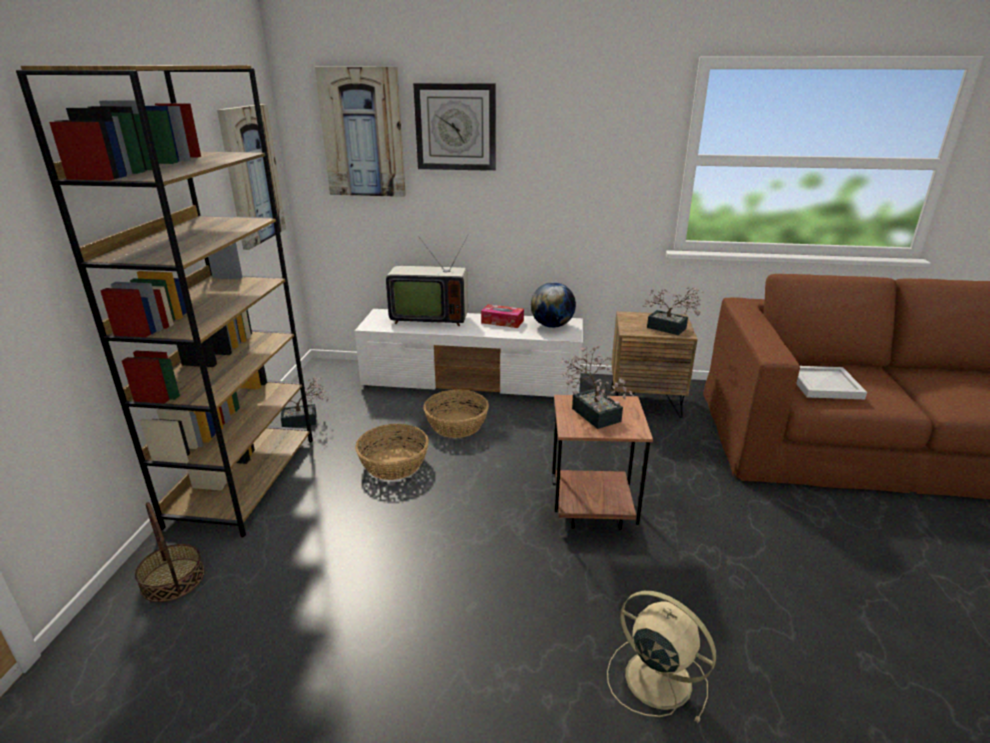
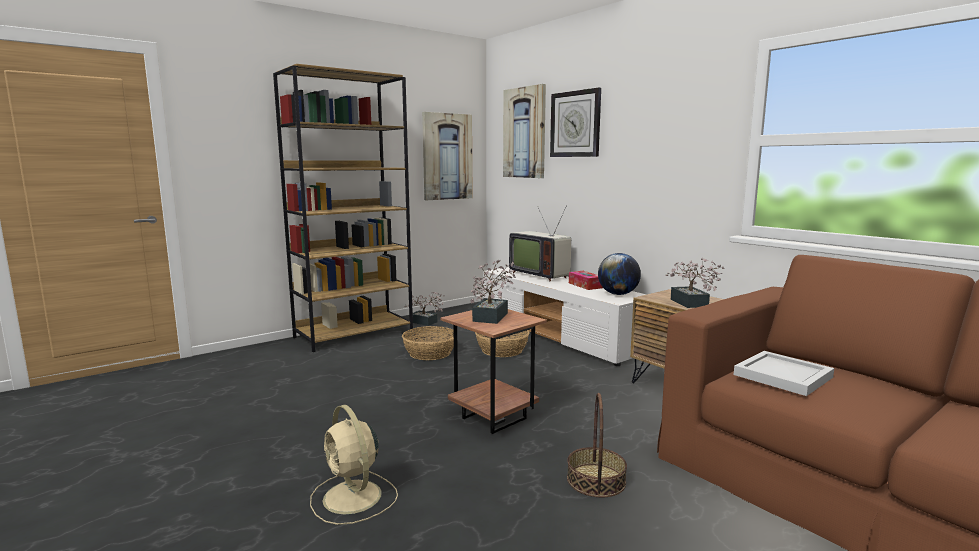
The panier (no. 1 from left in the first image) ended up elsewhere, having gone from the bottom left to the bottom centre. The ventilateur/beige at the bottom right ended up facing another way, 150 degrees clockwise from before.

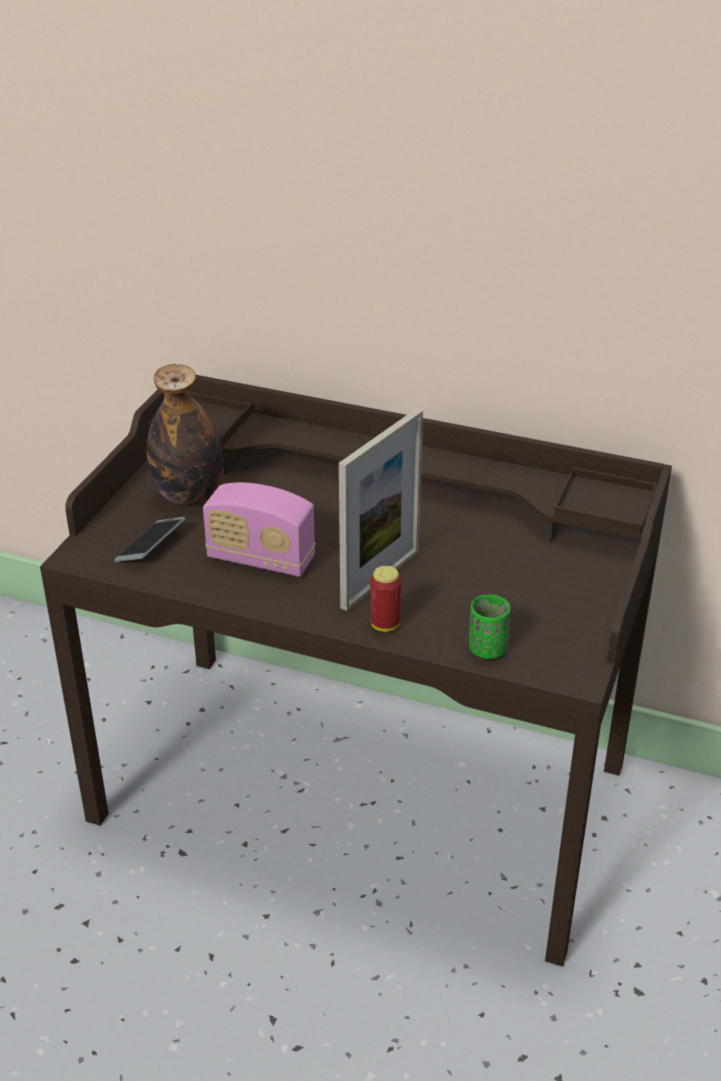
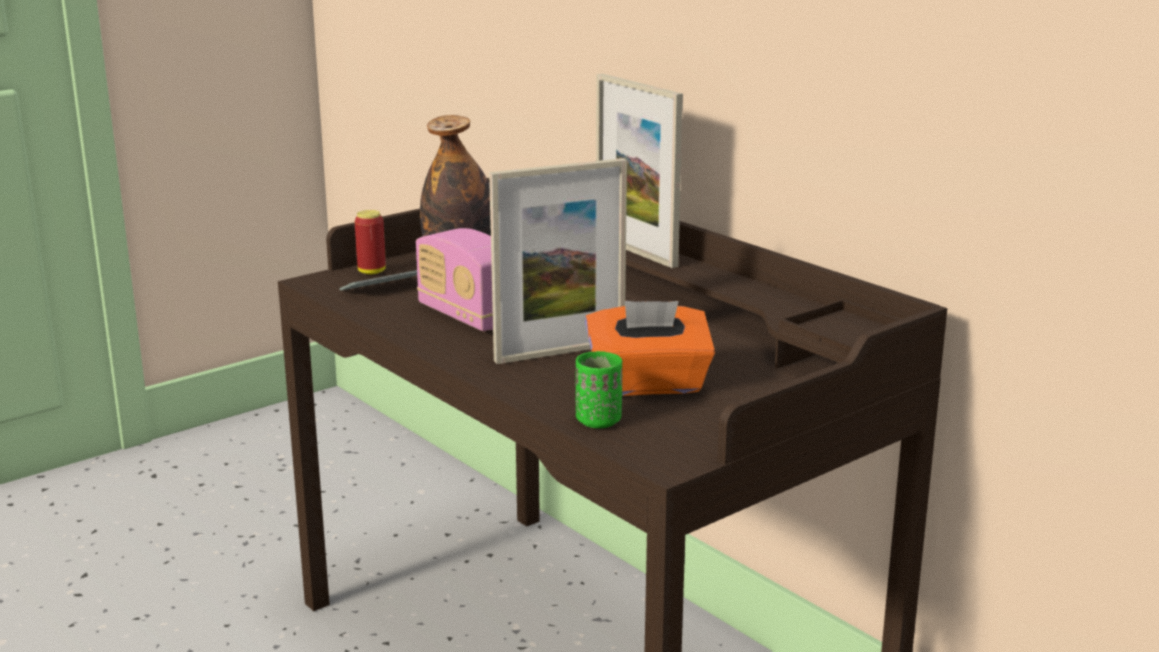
The second view gained the boîte à mouchoirs/orange at the centre. The second view gained the cadre photo (no. 2 from left) at the top centre. The boîte métallique ended up elsewhere, having gone from the centre to the middle left.

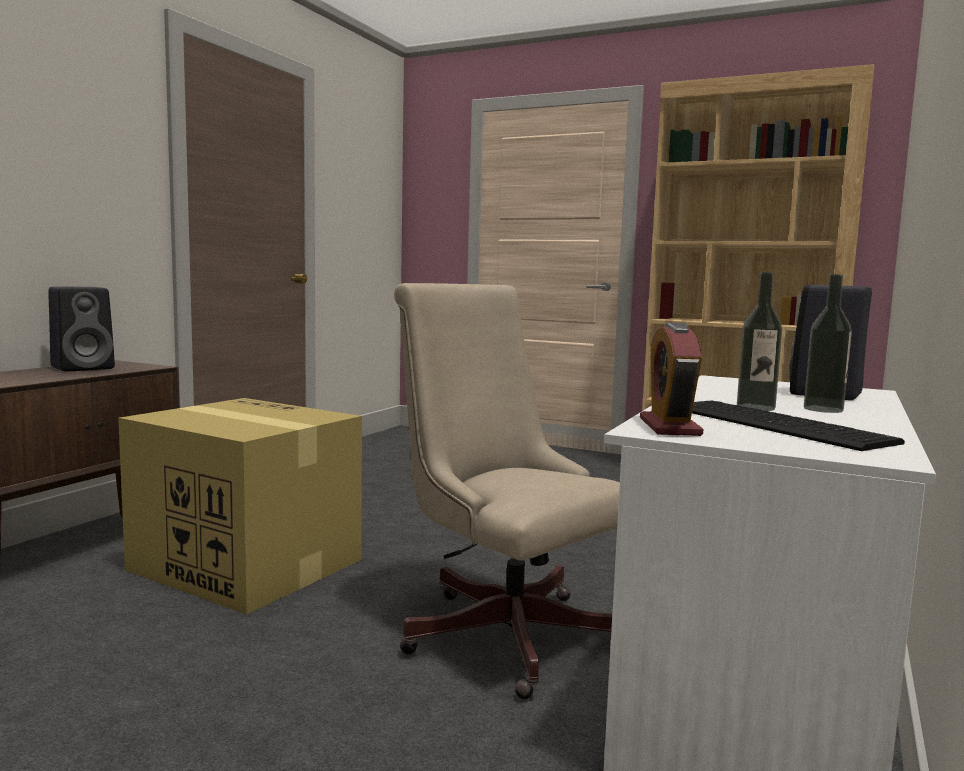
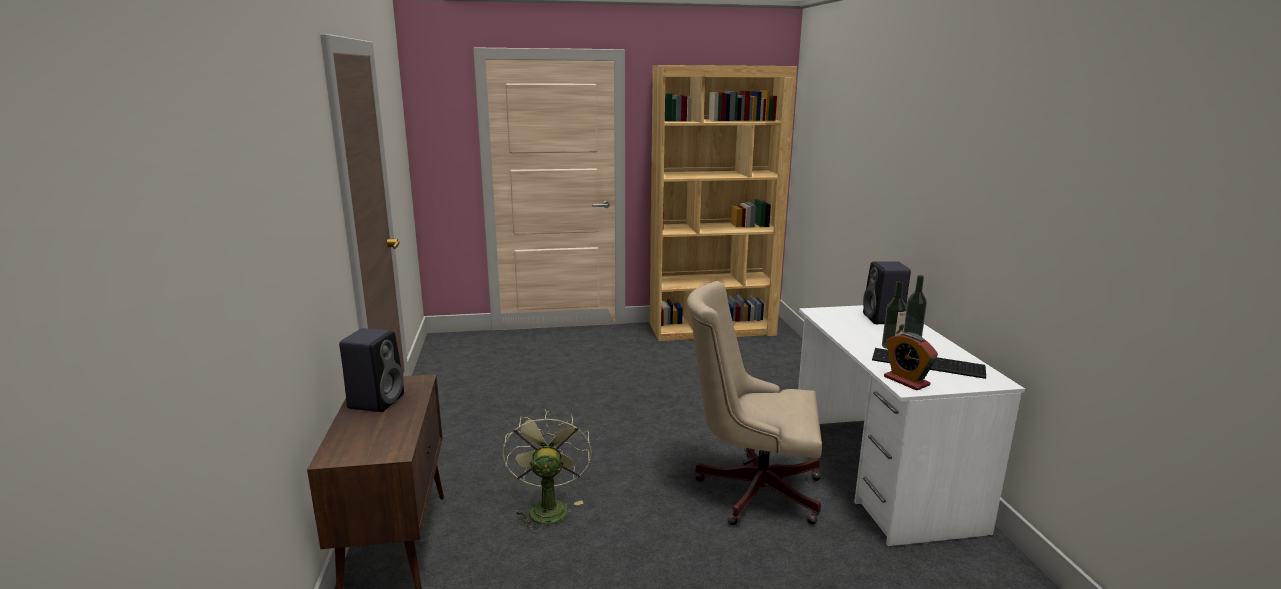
Where the carton stood at the middle left, the ventilateur/vert came to stand at the bottom centre.

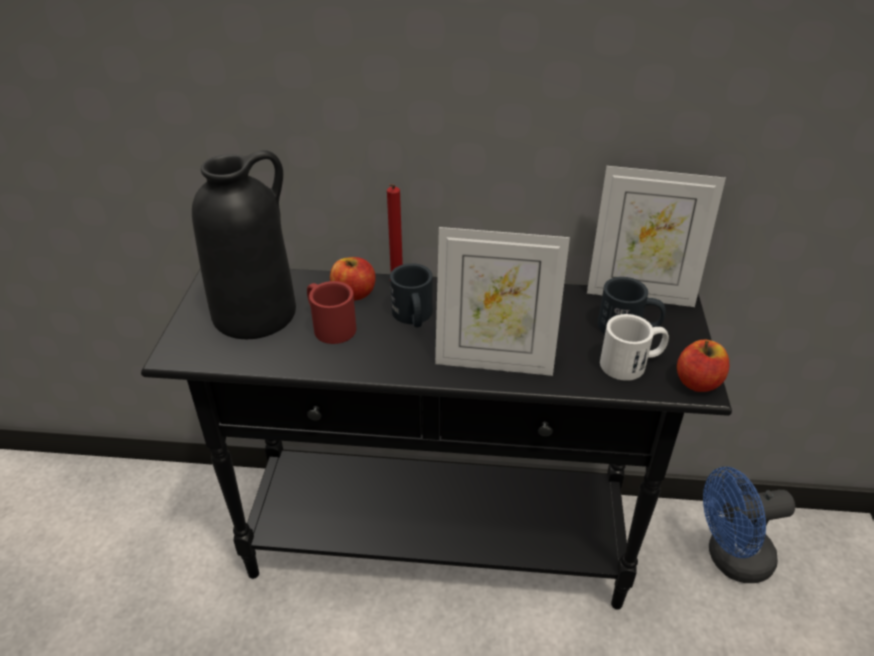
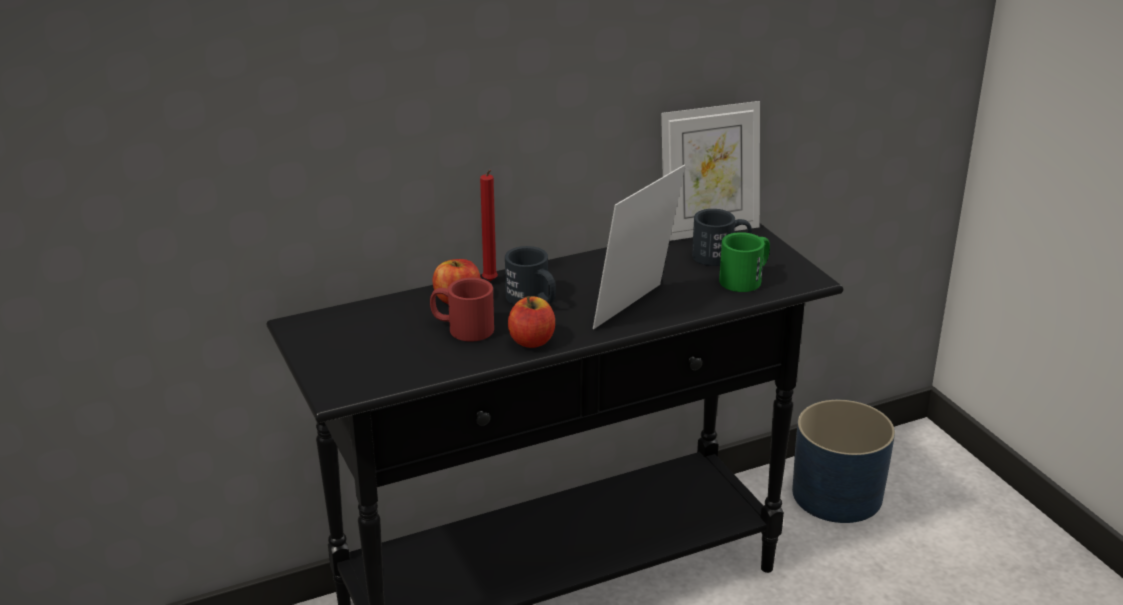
The second view lost the vase/noir at the middle left. The pomme (no. 2 from left) ended up elsewhere, having gone from the middle right to the centre. Where the ventilateur/bleu stood at the bottom right, the cache-pot/bleu came to stand at the bottom right. What was the mug/blanc at the middle right turned into the mug/vert at the centre. The cadre photo (no. 1 from left) at the centre ended up facing another way, 150 degrees clockwise from before.

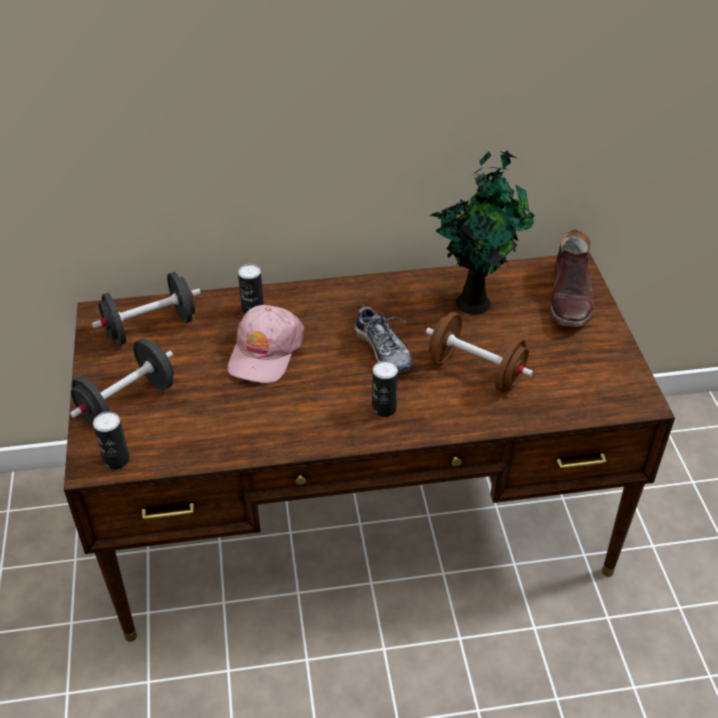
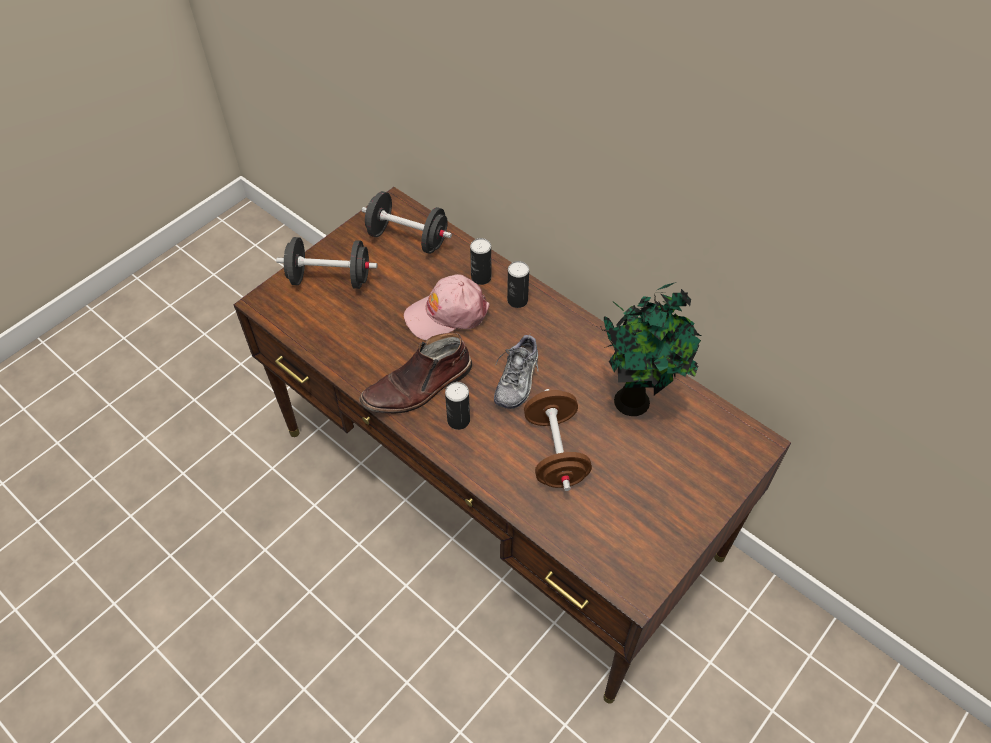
The boîte métallique (no. 1 from left in the first image) ended up elsewhere, having gone from the middle left to the centre. The botte/marron ended up elsewhere, having gone from the middle right to the centre.

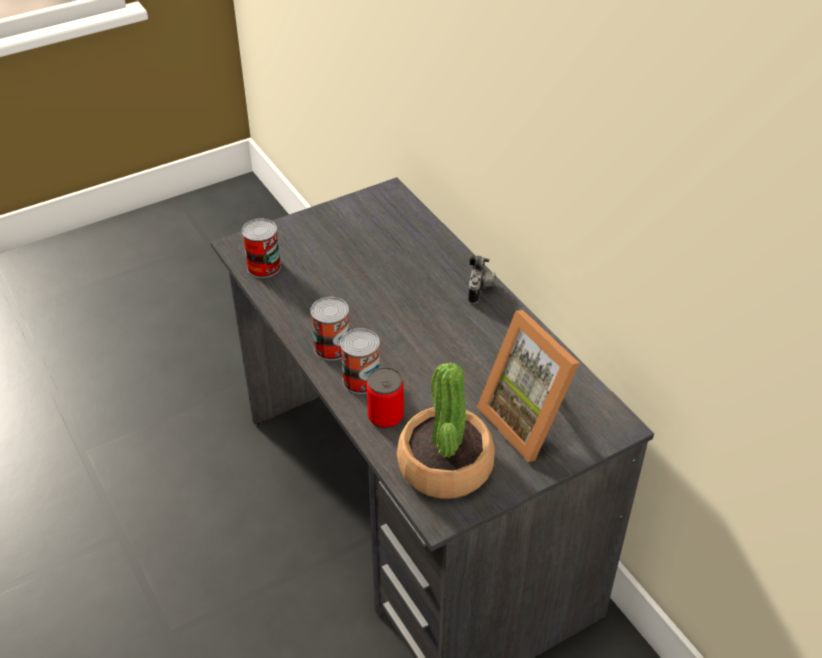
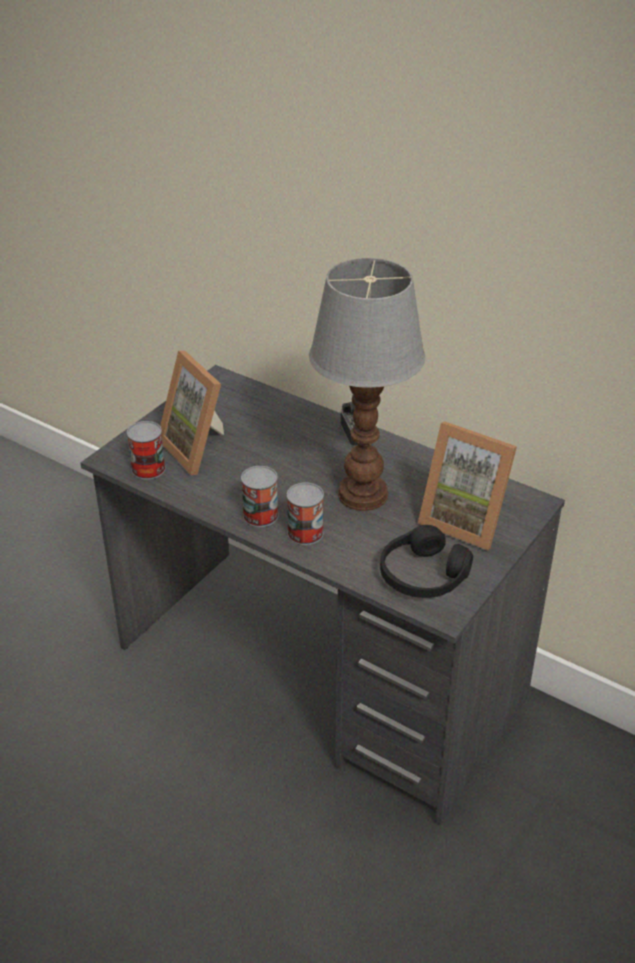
The second view lost the boîte métallique (no. 4 from left) at the centre. The second view gained the cadre photo (no. 1 from left) at the middle left. The second view gained the lampe de table at the centre. Where the plante en pot stood at the centre, the casque audio/noir came to stand at the middle right.

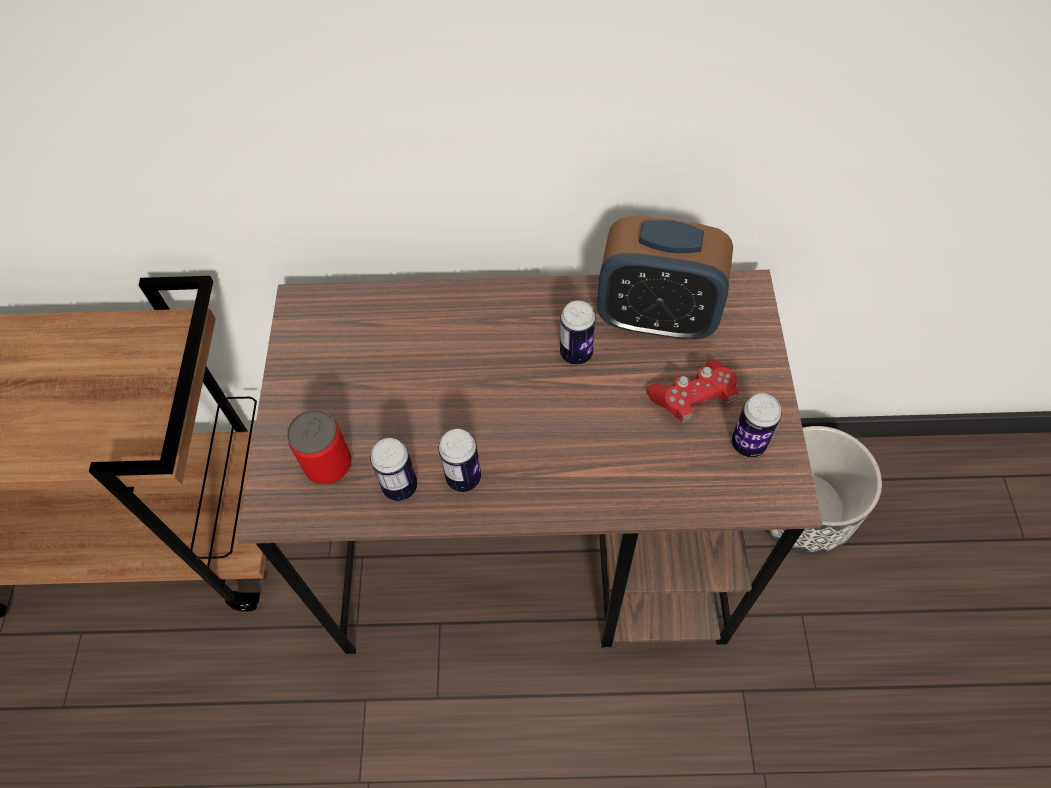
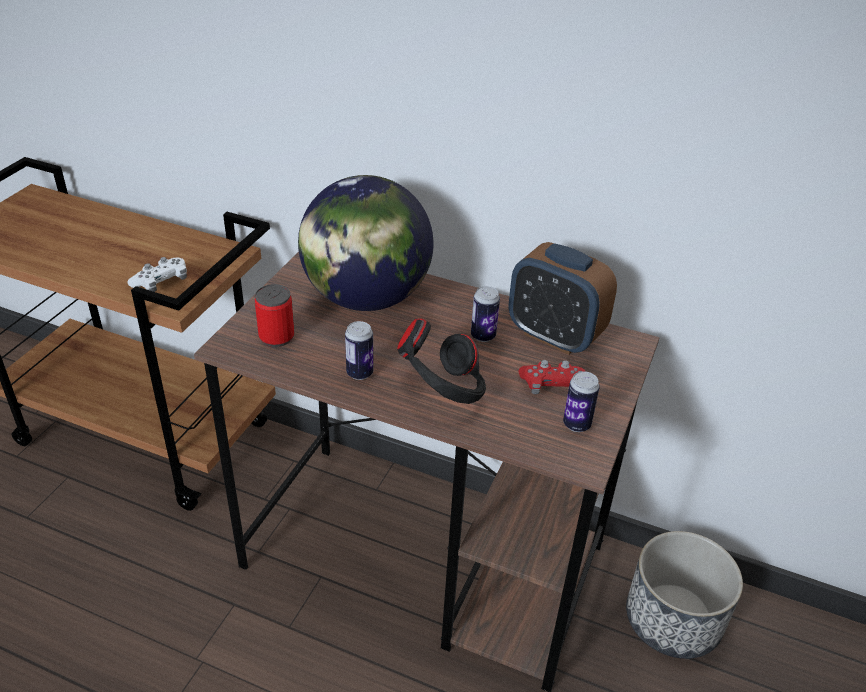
The second view lost the boîte métallique (no. 2 from left) at the centre. The second view gained the manette/blanc at the middle left. The second view gained the globe at the centre. The second view gained the casque audio/noir at the centre.

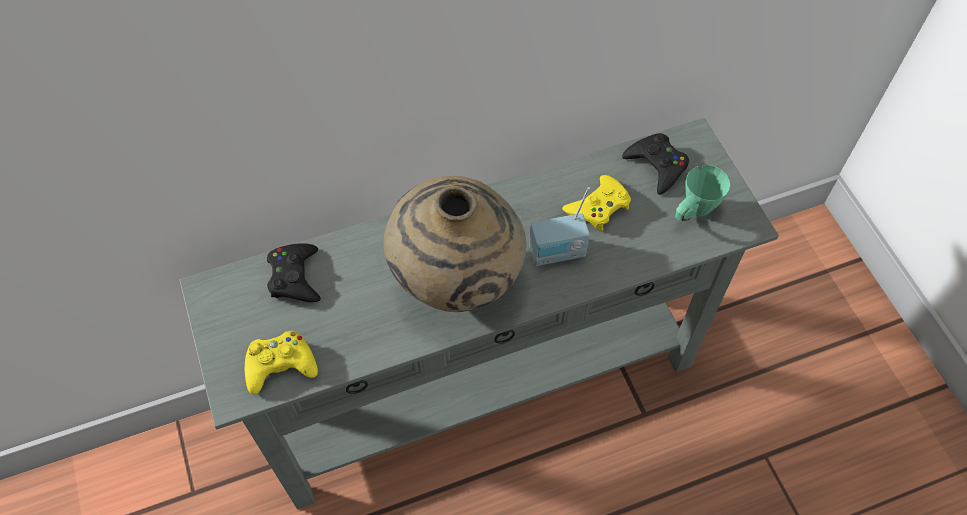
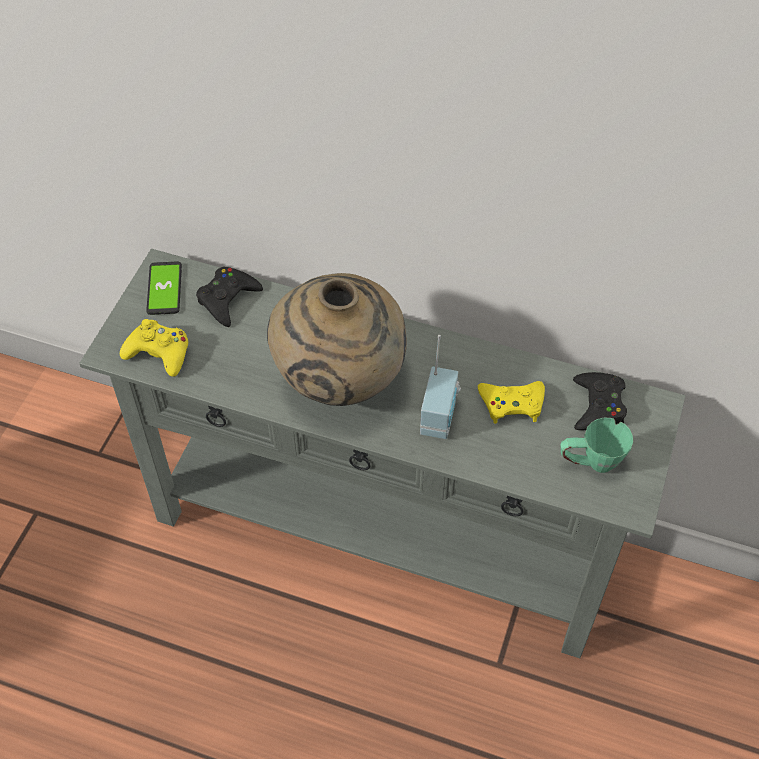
The second view gained the téléphone at the middle left. The radio at the centre ended up facing another way, 105 degrees counterclockwise from before.

